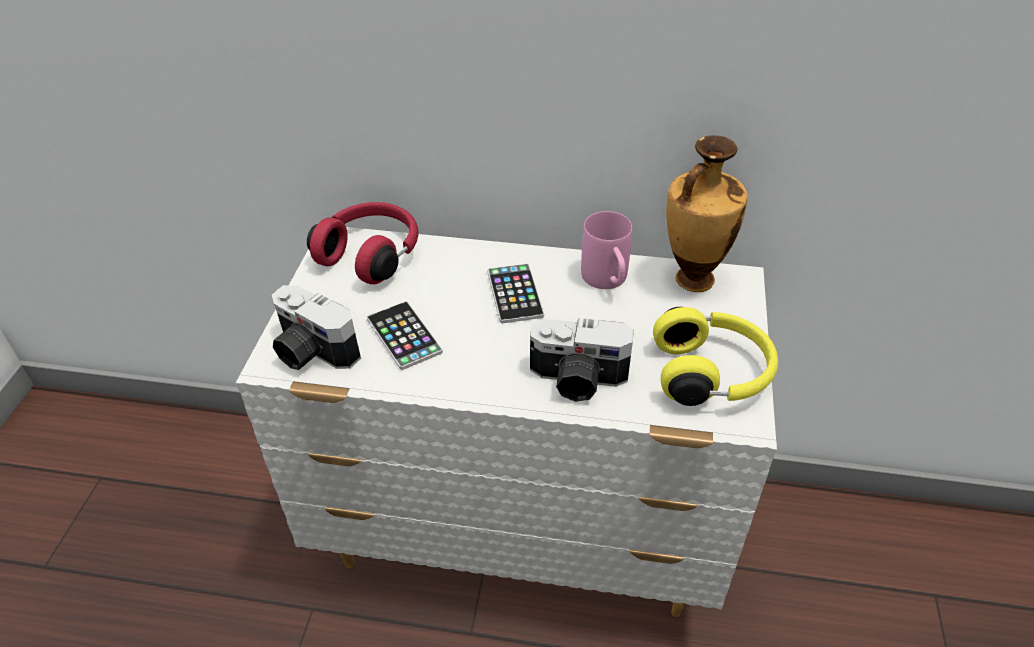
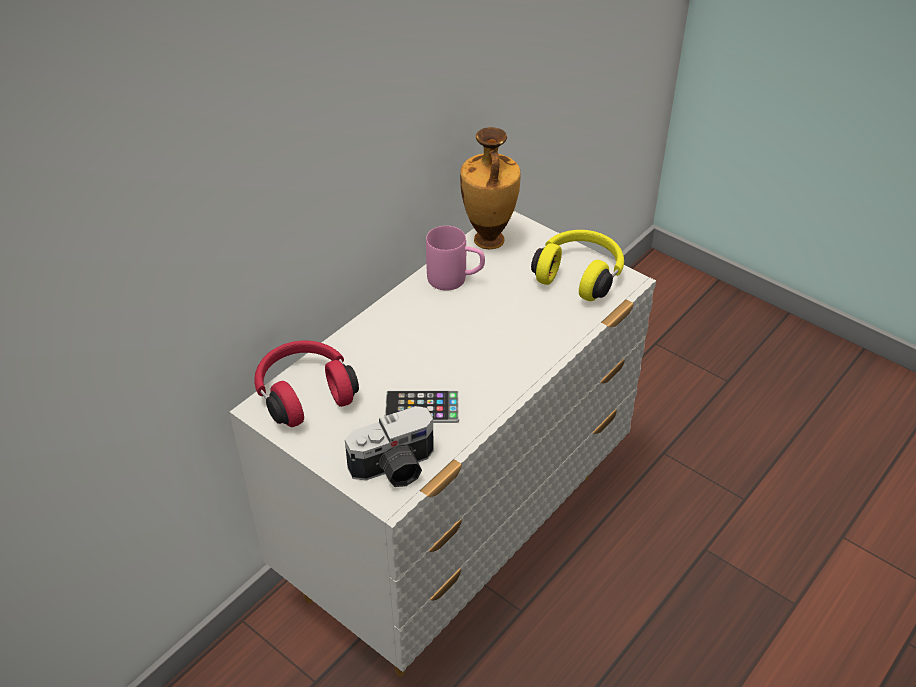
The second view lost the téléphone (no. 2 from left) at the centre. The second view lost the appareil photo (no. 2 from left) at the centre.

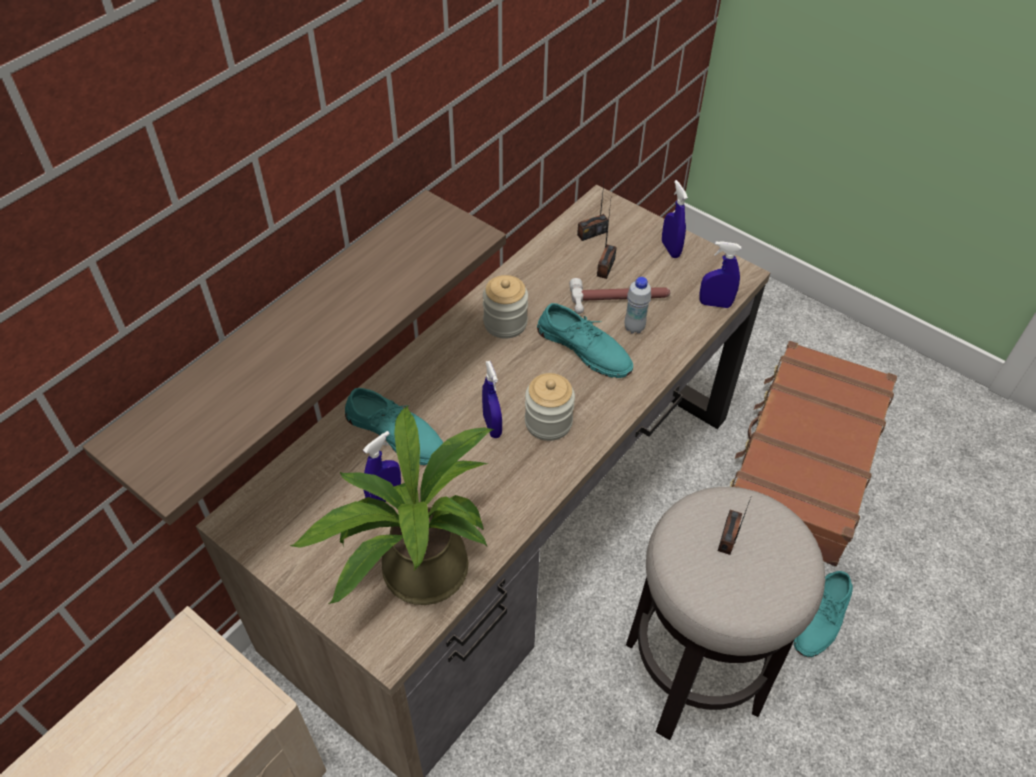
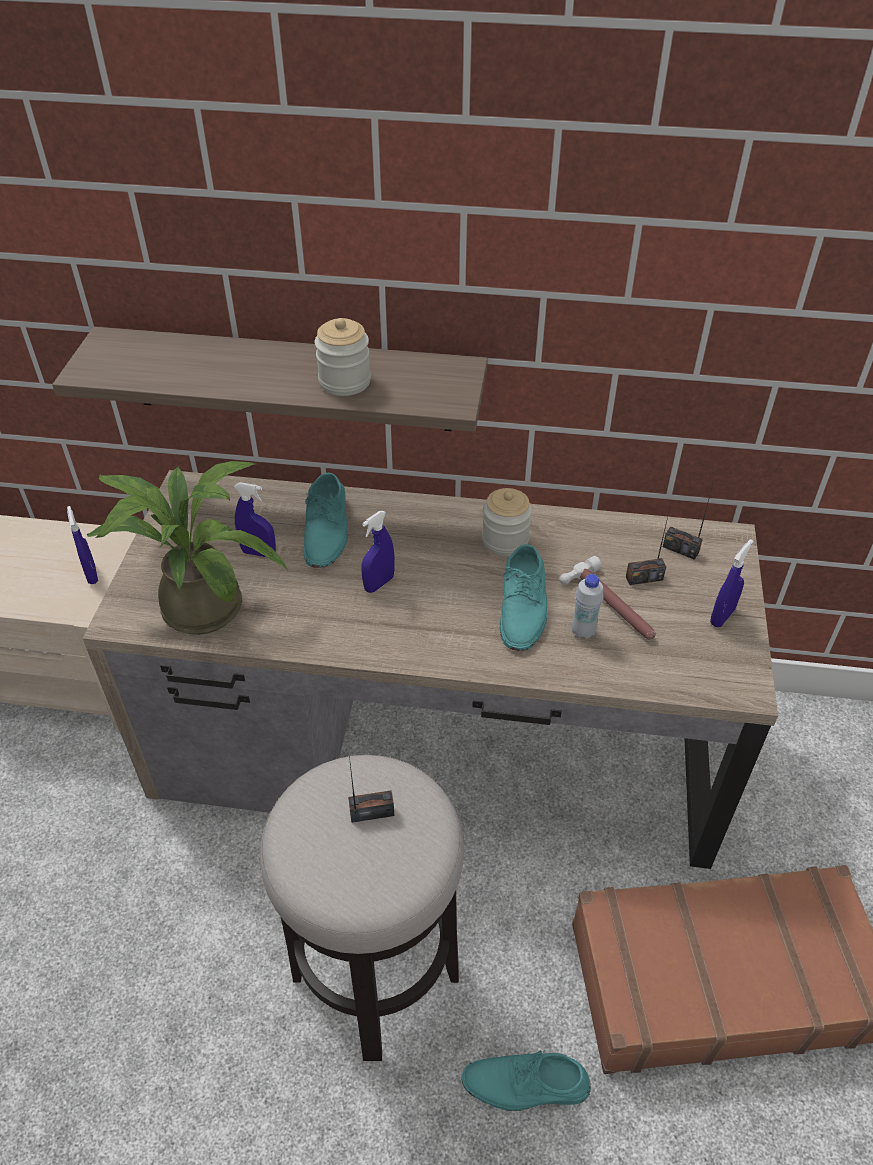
The bocal (no. 2 from left in the first image) ended up elsewhere, having gone from the centre to the top centre. The vaporisateur/bleu (no. 4 from left in the first image) ended up elsewhere, having gone from the middle right to the middle left.

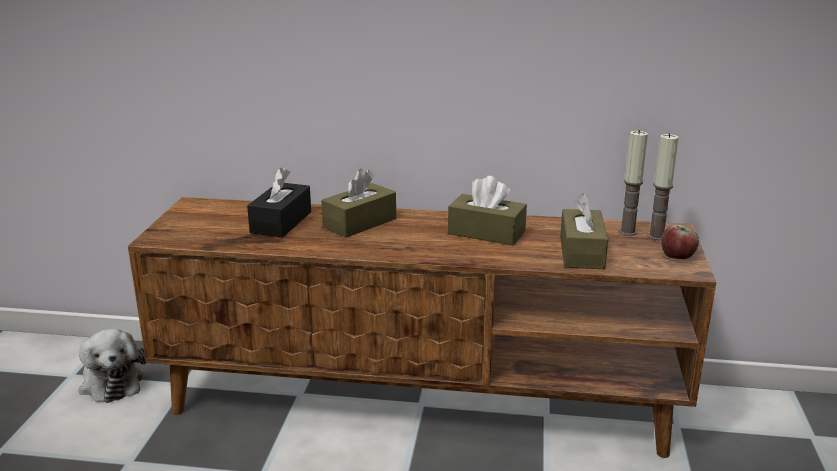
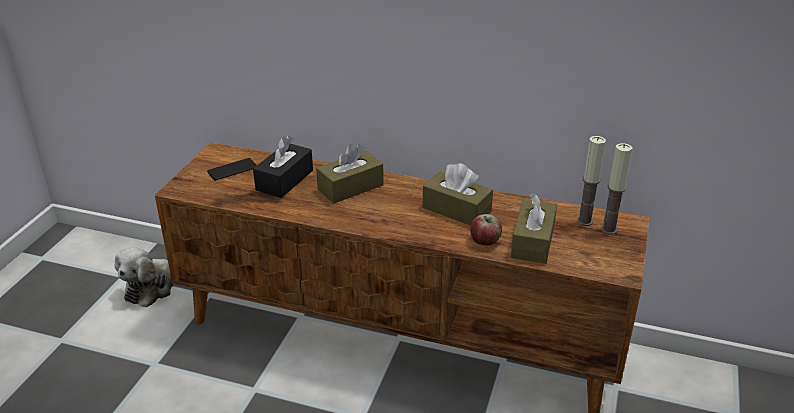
The second view gained the téléphone at the middle left. The pomme ended up elsewhere, having gone from the middle right to the centre. The peluche at the bottom left ended up facing another way, 45 degrees clockwise from before.

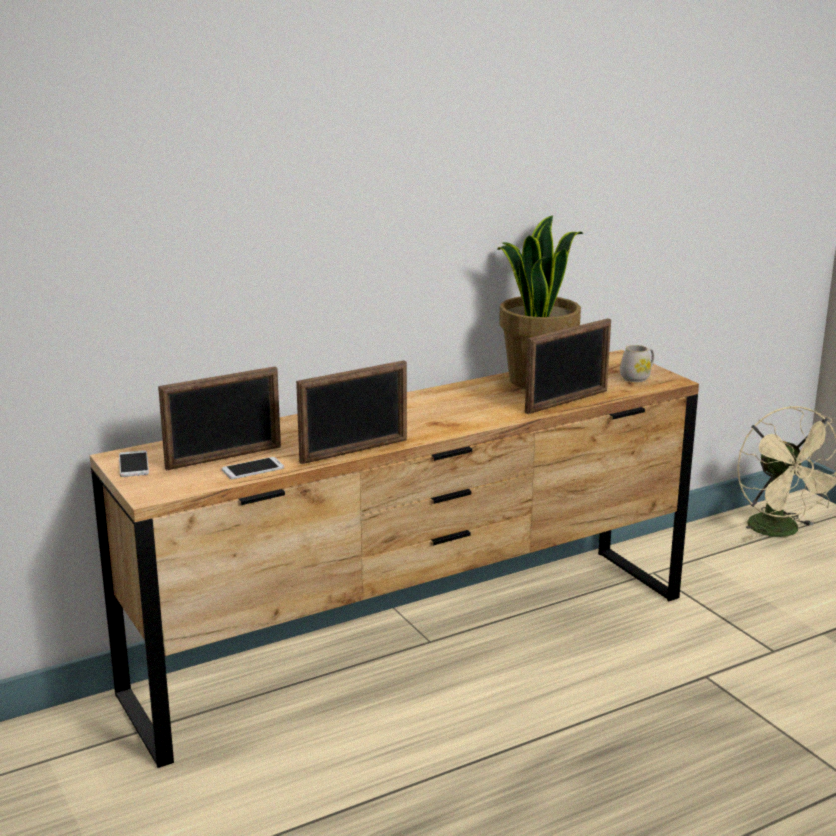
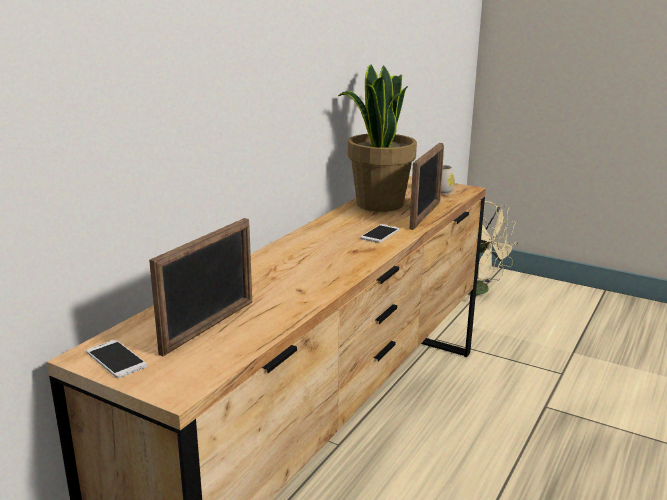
The second view lost the cadre photo (no. 2 from left) at the centre. The téléphone (no. 2 from left) ended up elsewhere, having gone from the middle left to the centre.

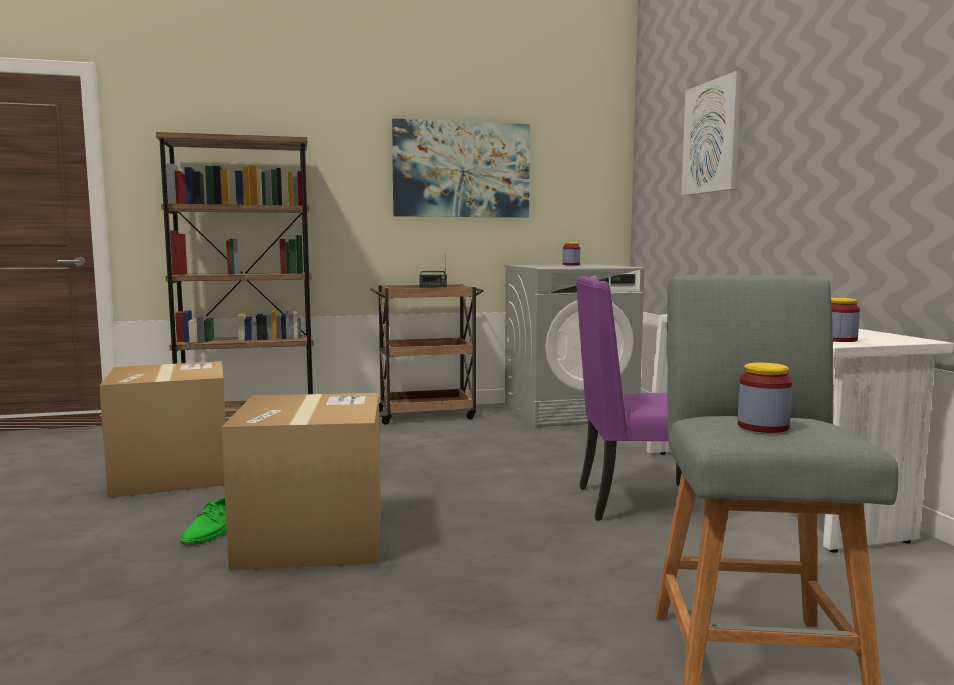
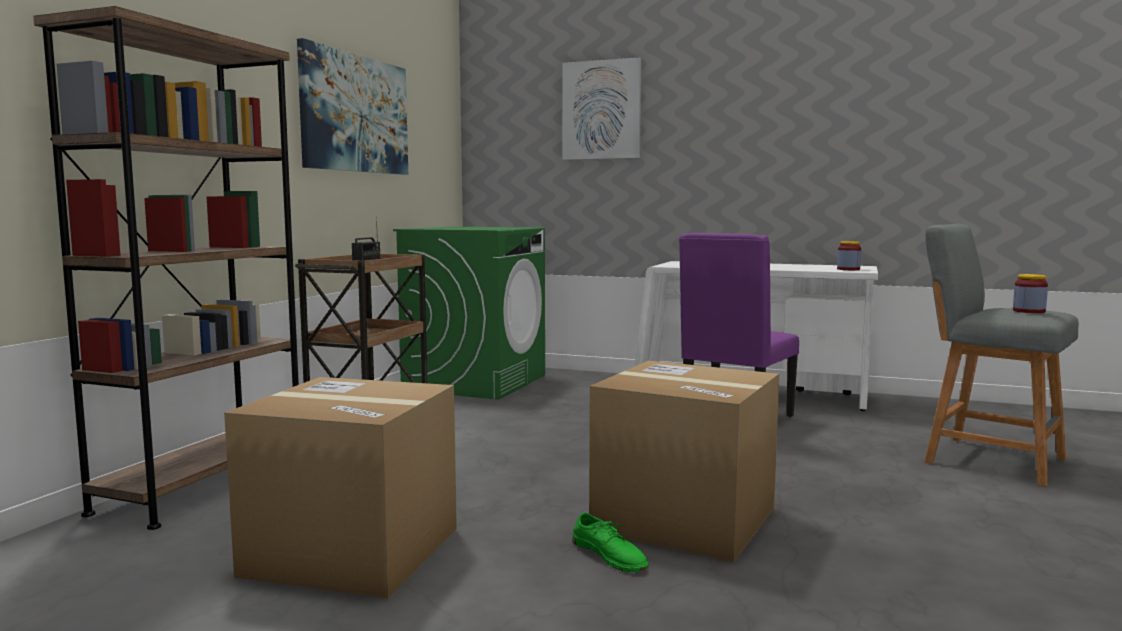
The second view lost the bocal (no. 1 from left) at the centre. What was the lave-linge/gris at the centre turned into the lave-linge/vert at the centre.

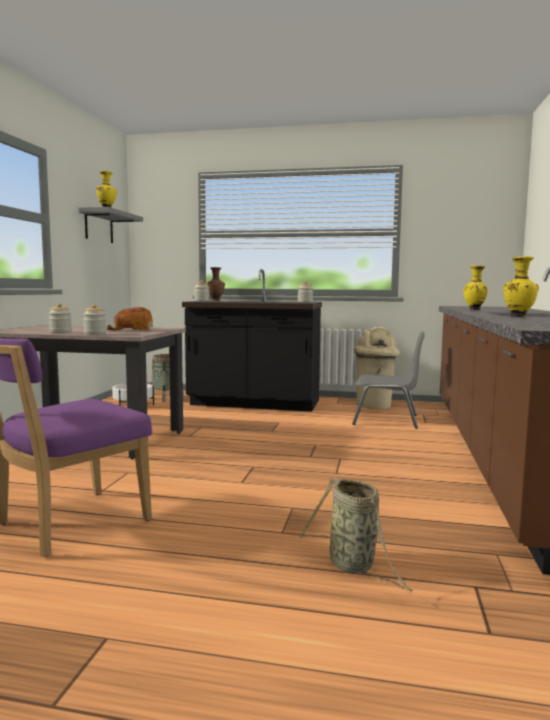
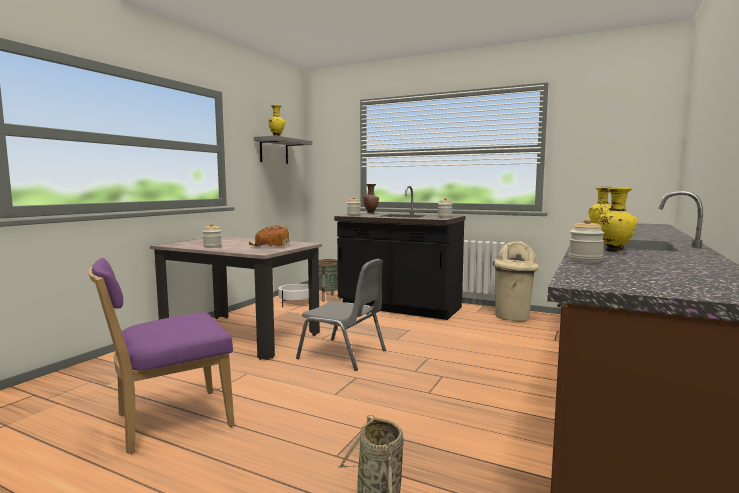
The bocal (no. 2 from left in the first image) ended up elsewhere, having gone from the middle left to the middle right. The chaise/gris ended up elsewhere, having gone from the middle right to the centre.

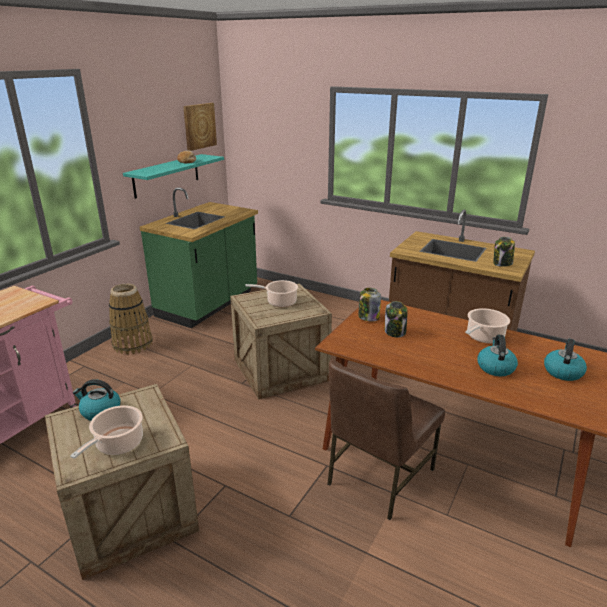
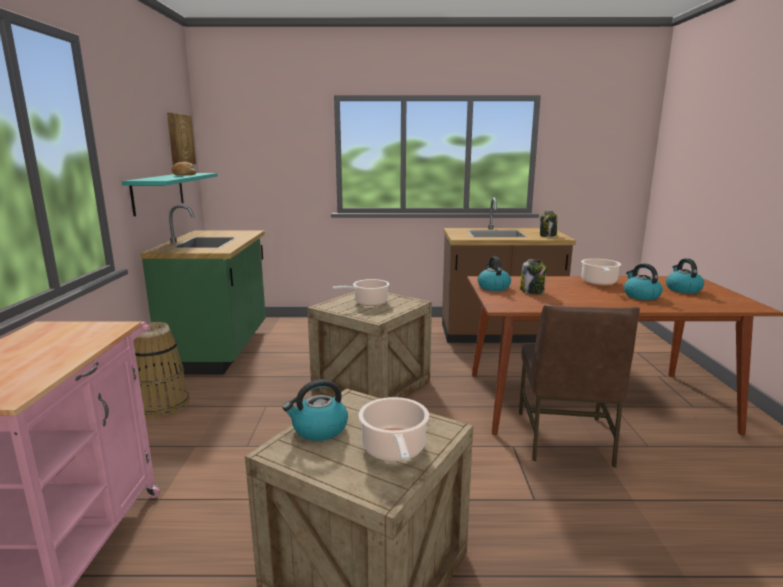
Where the bocal (no. 1 from left) stood at the centre, the bouilloire (no. 2 from left) came to stand at the centre.

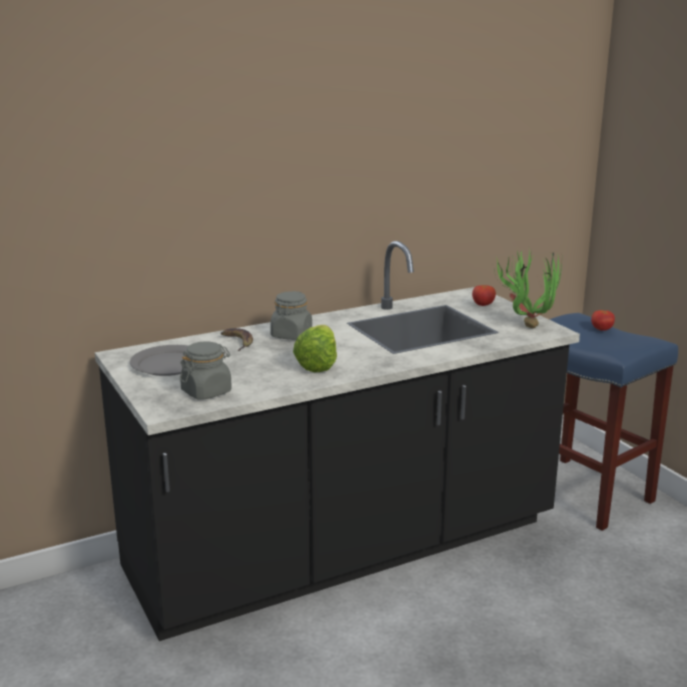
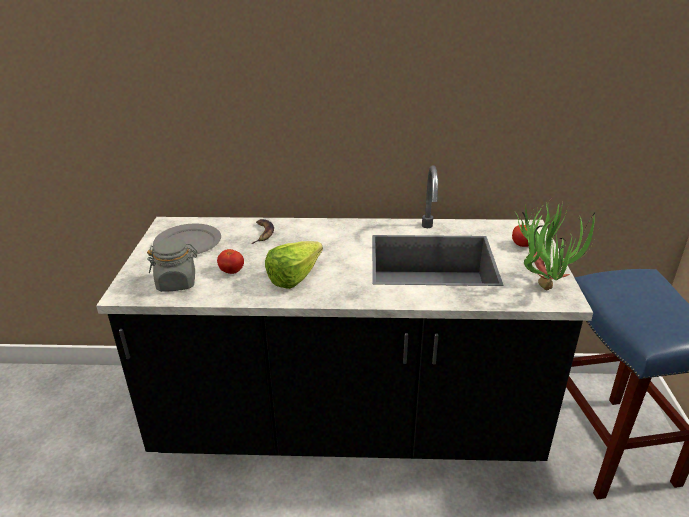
The second view lost the bocal/gris (no. 2 from left) at the centre. The tomate (no. 2 from left in the first image) ended up elsewhere, having gone from the middle right to the centre.

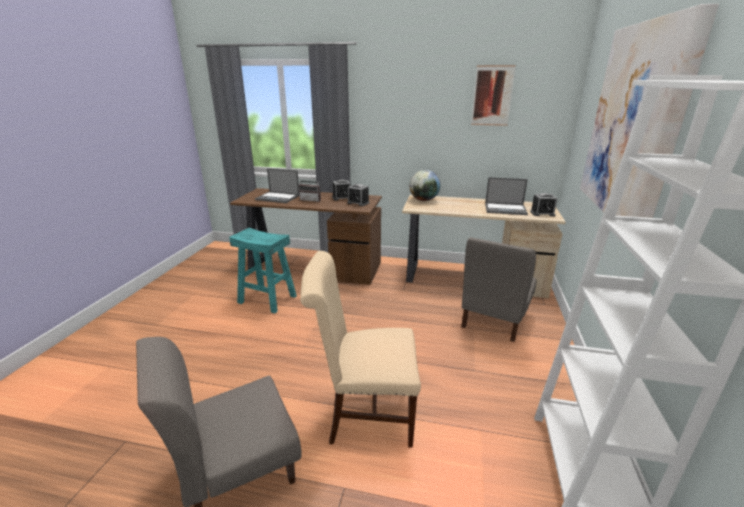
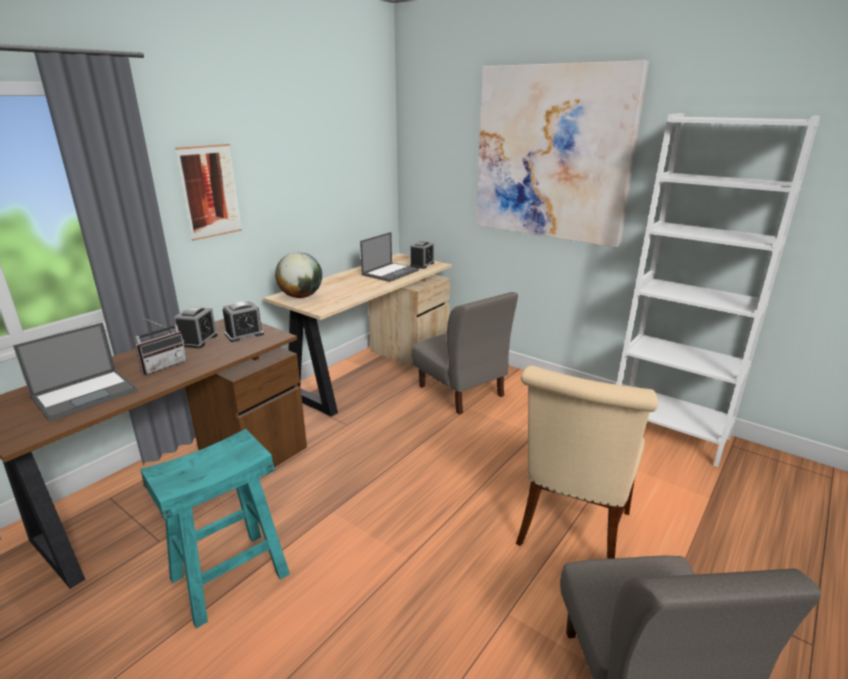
The tableau (no. 1 from left) ended up elsewhere, having gone from the top centre to the top left.

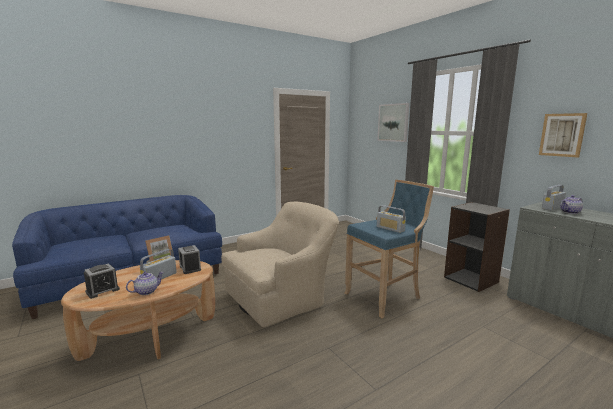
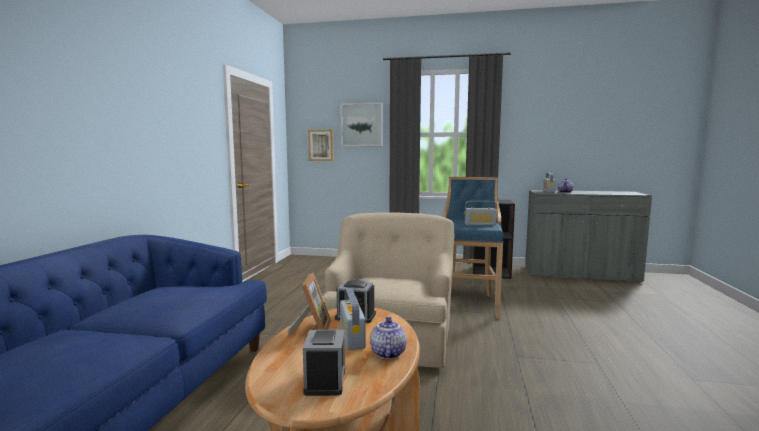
The tableau (no. 2 from left in the first image) ended up elsewhere, having gone from the top right to the centre.

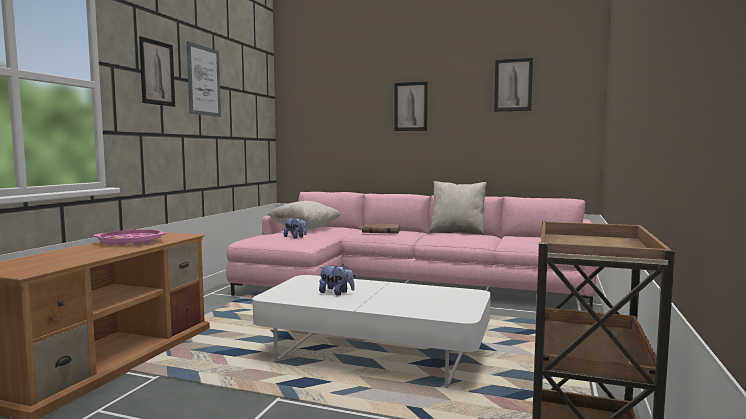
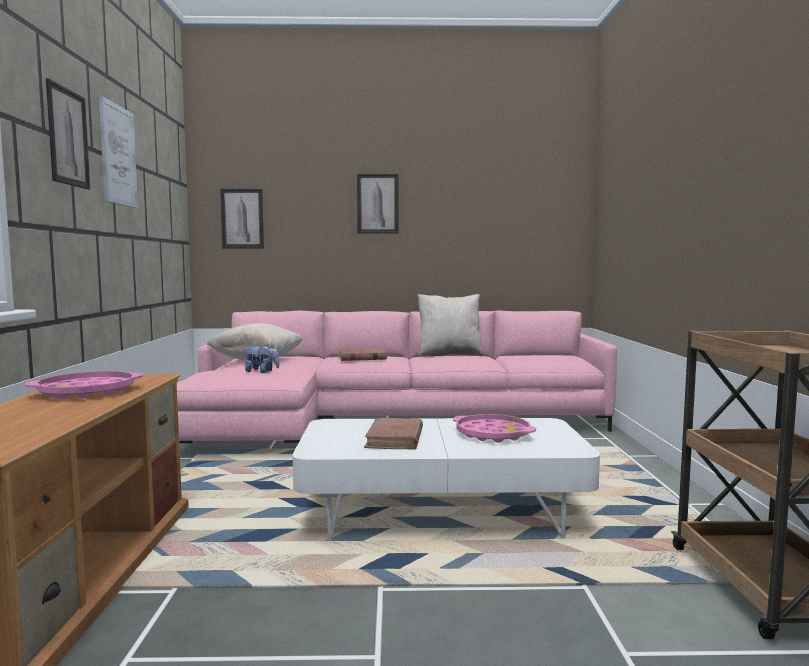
The second view gained the plateau/rose (no. 2 from left) at the centre. The tableau (no. 4 from left in the first image) ended up elsewhere, having gone from the top right to the top left. Where the peluche (no. 2 from left) stood at the bottom centre, the livre/marron (no. 2 from left) came to stand at the centre.

